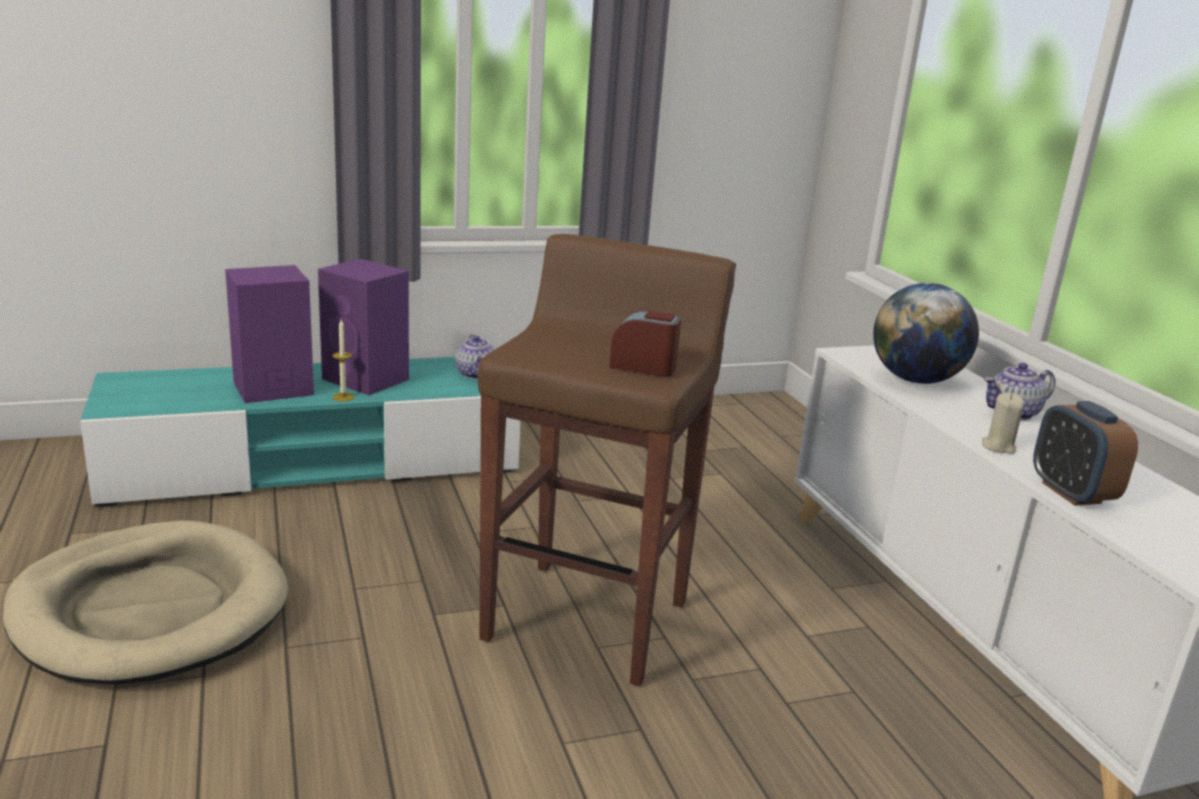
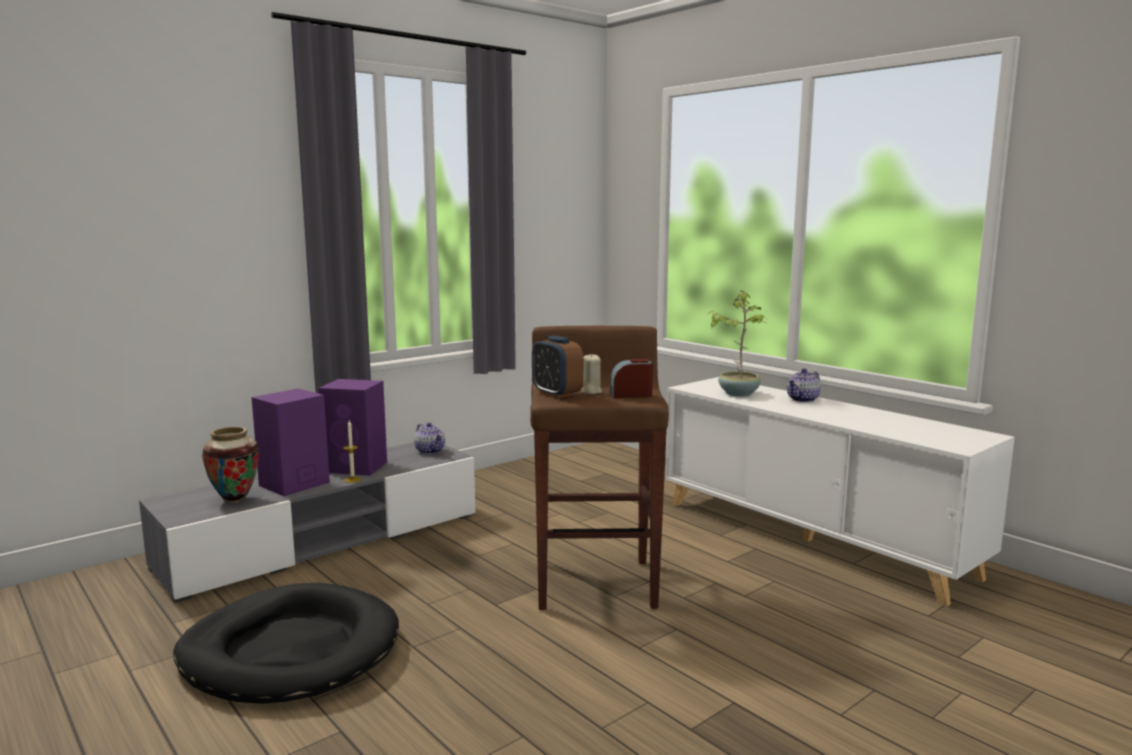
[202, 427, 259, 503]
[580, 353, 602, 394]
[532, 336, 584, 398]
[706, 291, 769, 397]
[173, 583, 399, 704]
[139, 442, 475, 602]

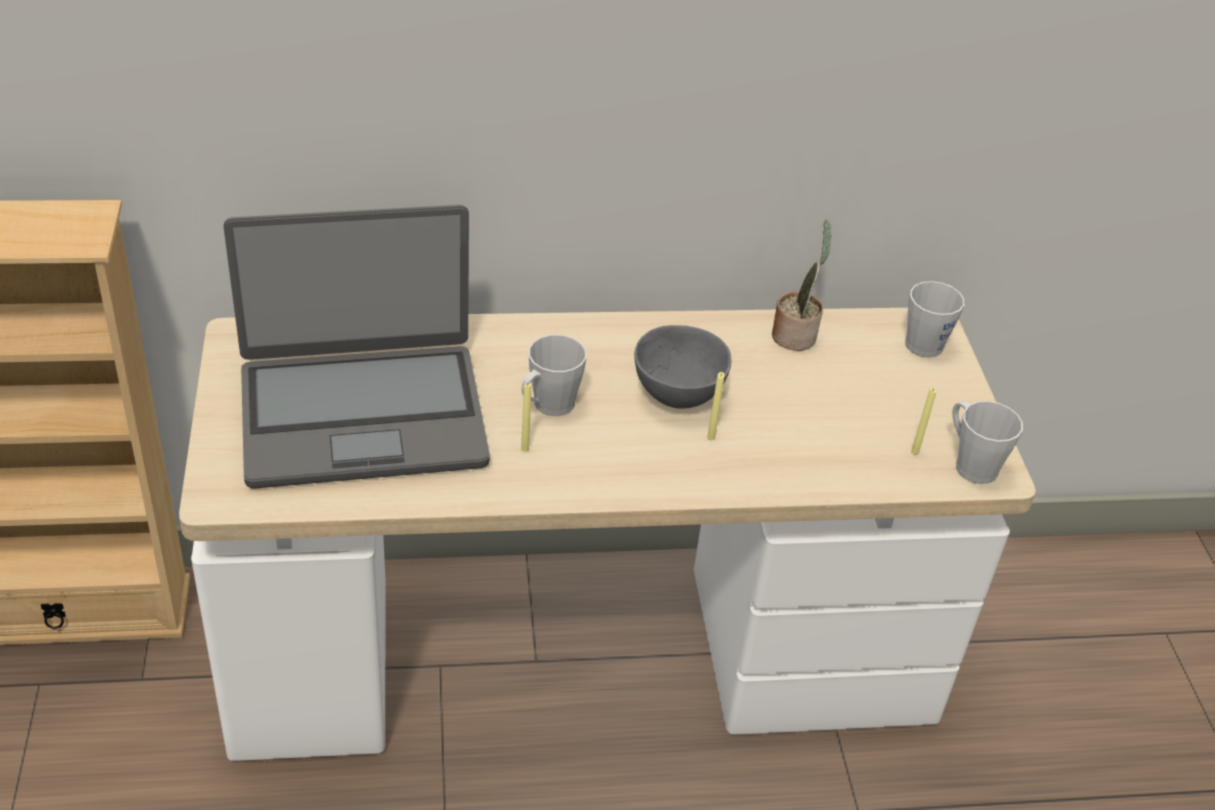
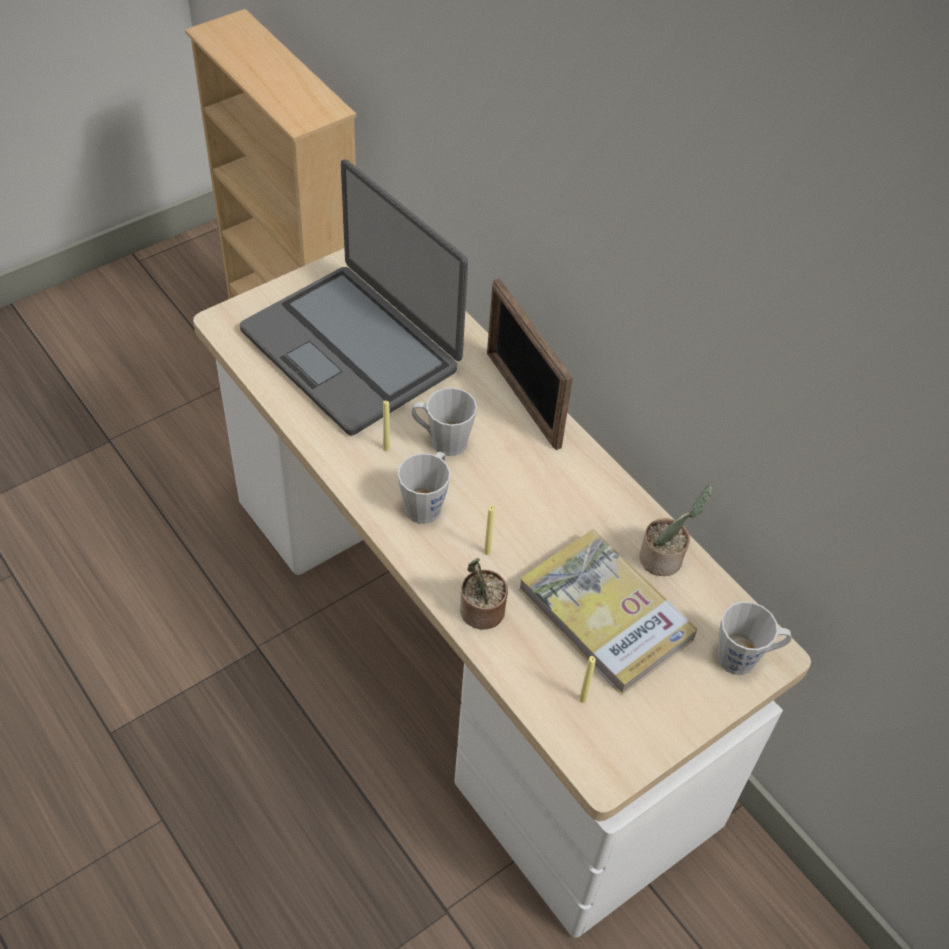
[634, 325, 732, 409] (first image)
[460, 558, 508, 629]
[487, 278, 573, 450]
[518, 529, 697, 696]
[398, 452, 450, 524]

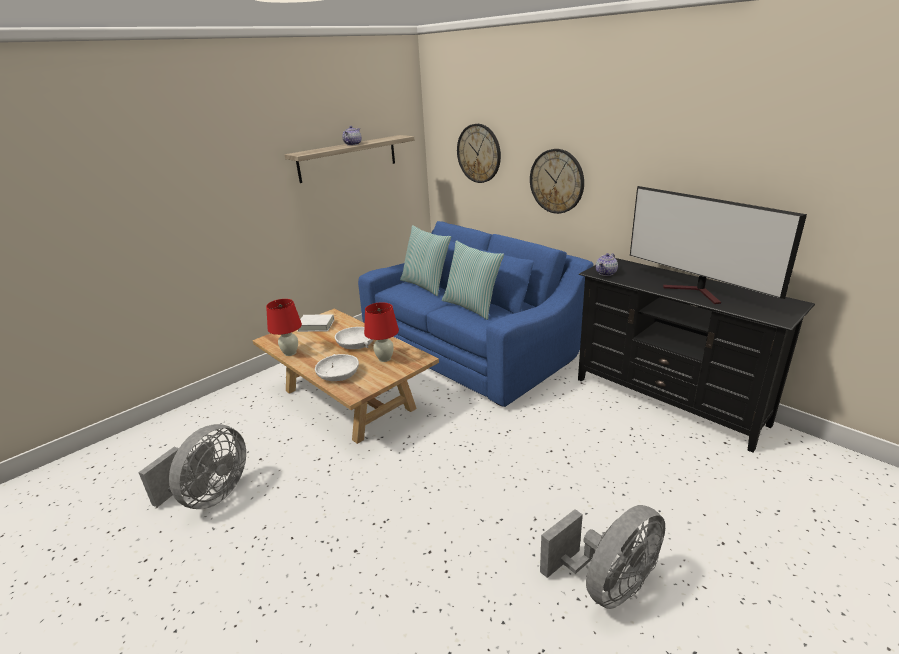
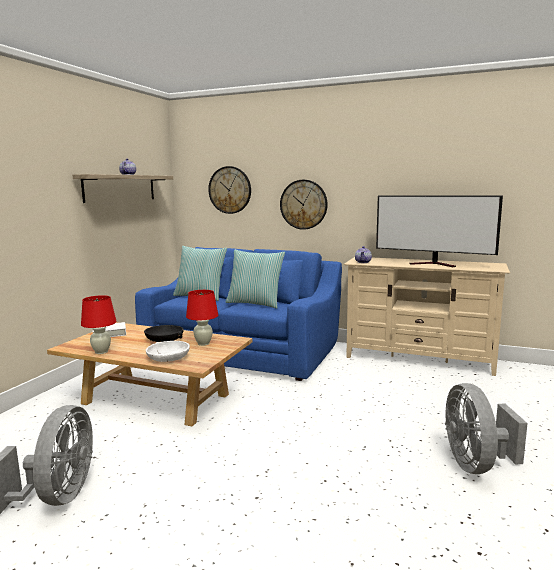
[144, 325, 184, 342]
[344, 257, 510, 376]
[445, 383, 528, 474]

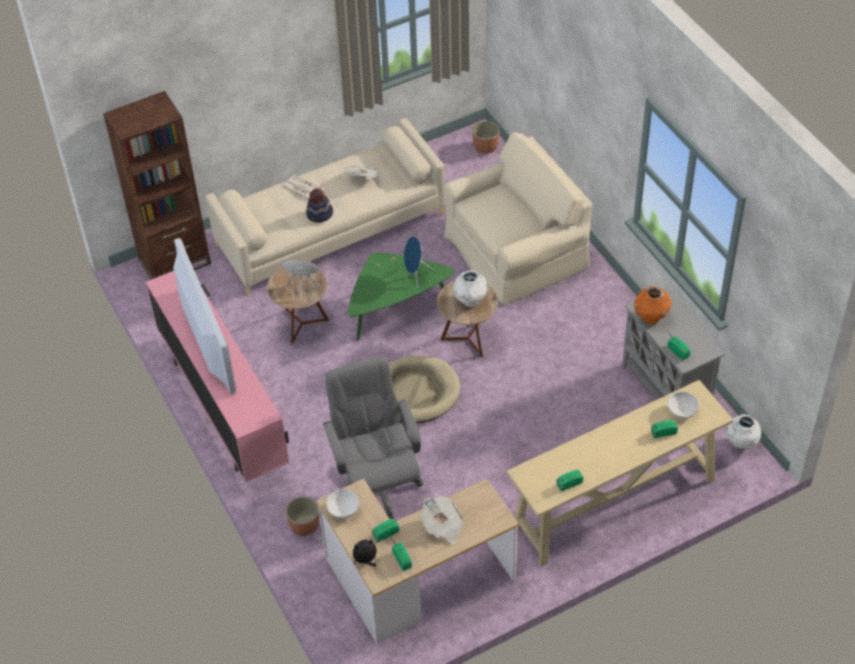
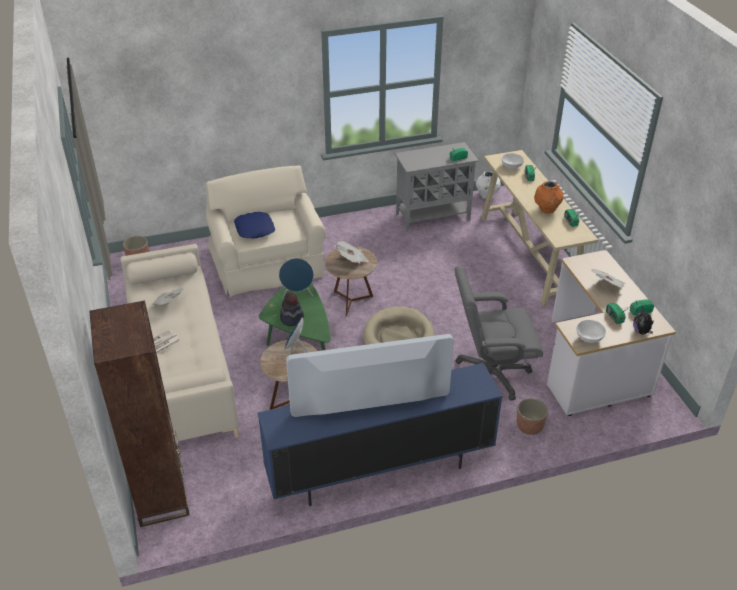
[234, 212, 275, 239]
[280, 292, 304, 326]
[534, 181, 564, 213]
[334, 241, 369, 263]
[258, 363, 503, 506]

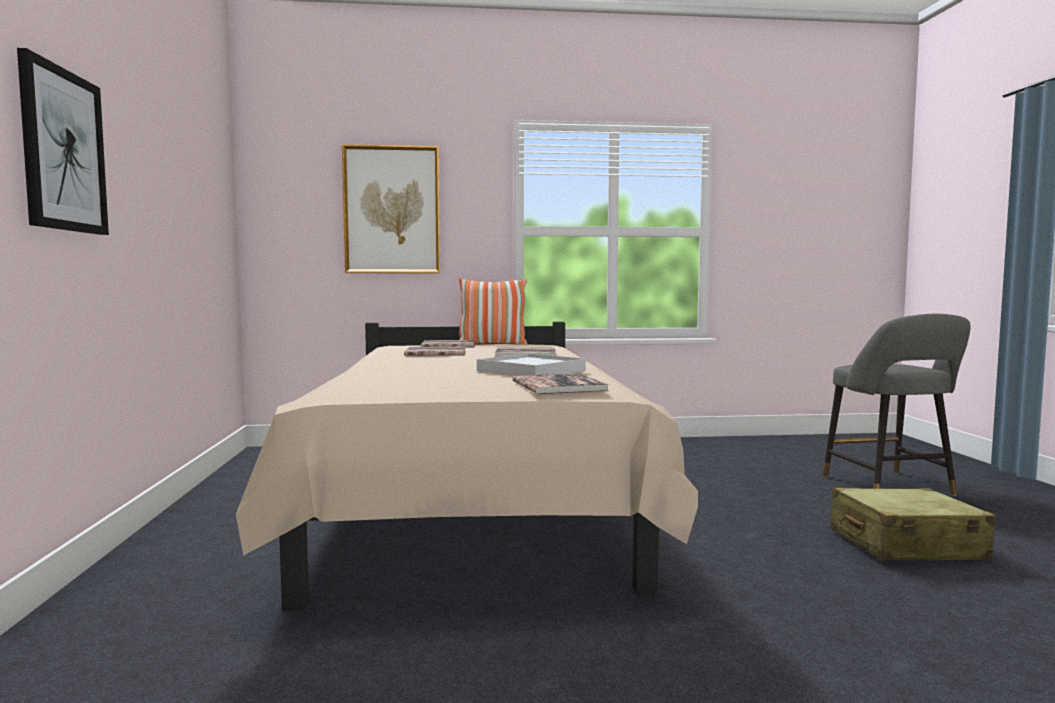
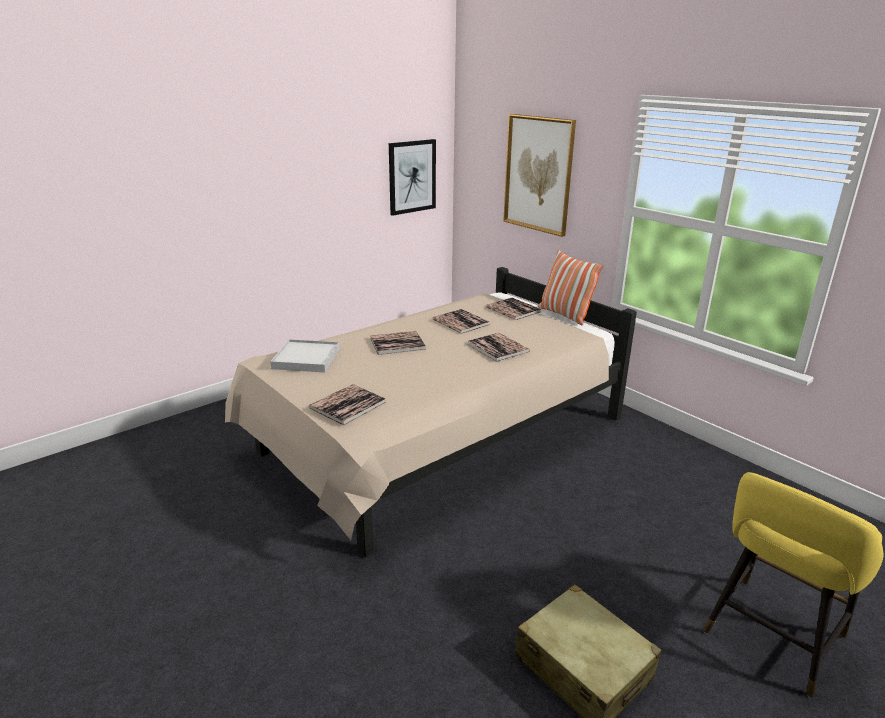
[370, 331, 426, 355]
[389, 139, 436, 216]
[270, 339, 340, 372]
[703, 472, 884, 697]

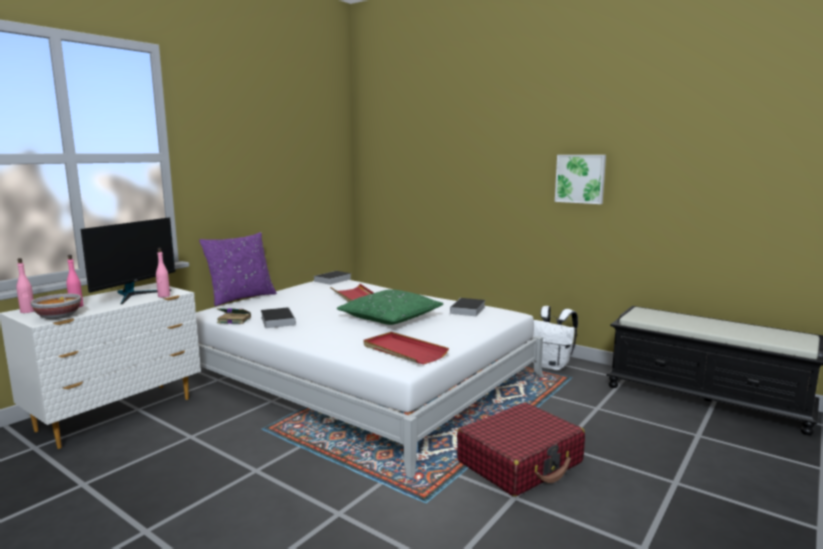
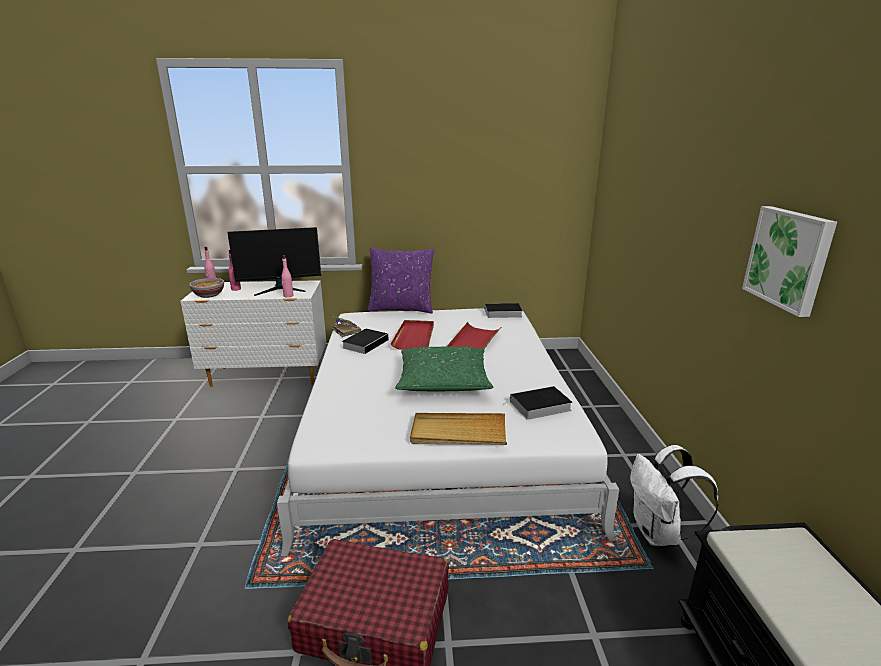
[410, 413, 507, 445]
[390, 320, 434, 350]

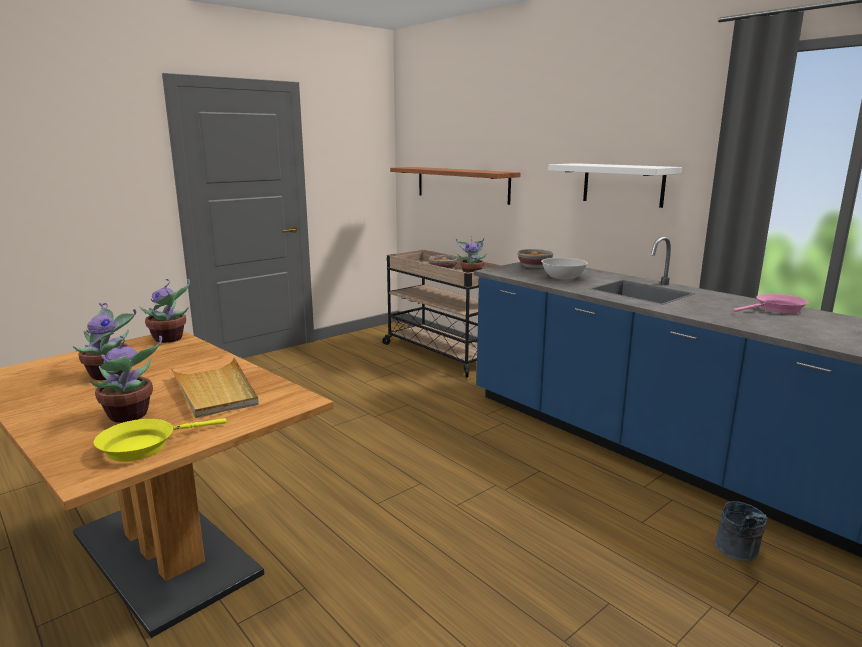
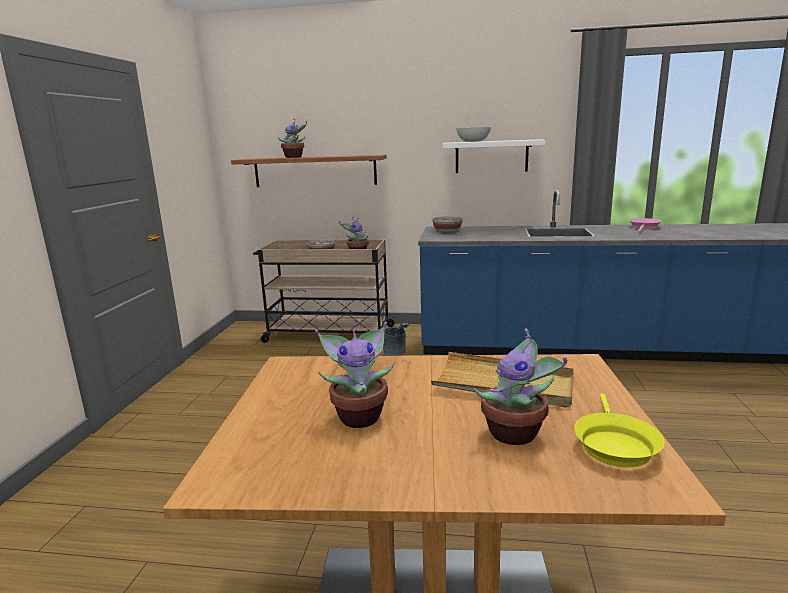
[278, 121, 307, 158]
[456, 127, 491, 142]
[383, 323, 409, 356]

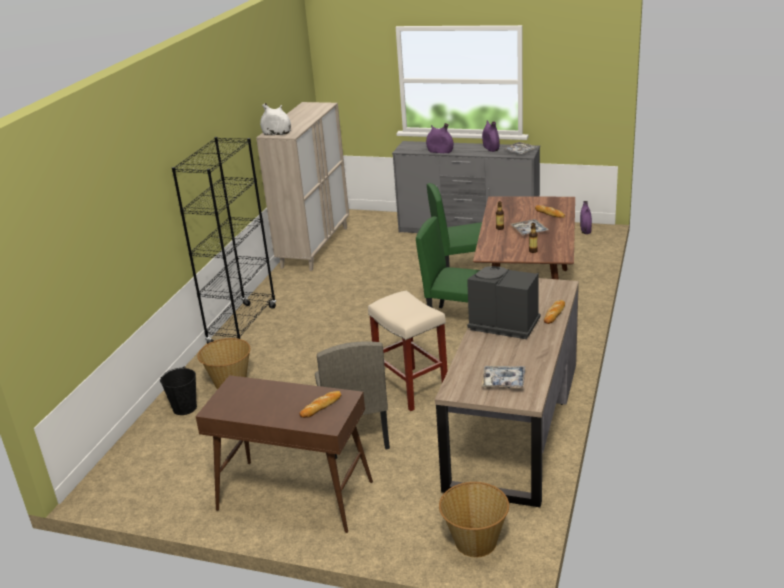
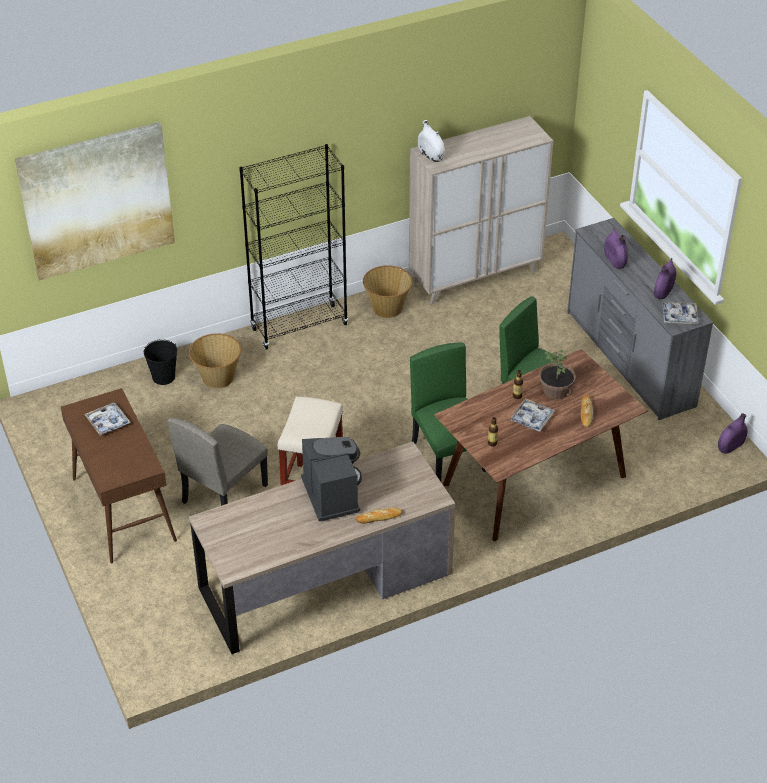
[299, 391, 341, 418] (first image)
[15, 122, 175, 280]
[539, 350, 576, 399]
[363, 265, 413, 318]
[84, 403, 131, 436]

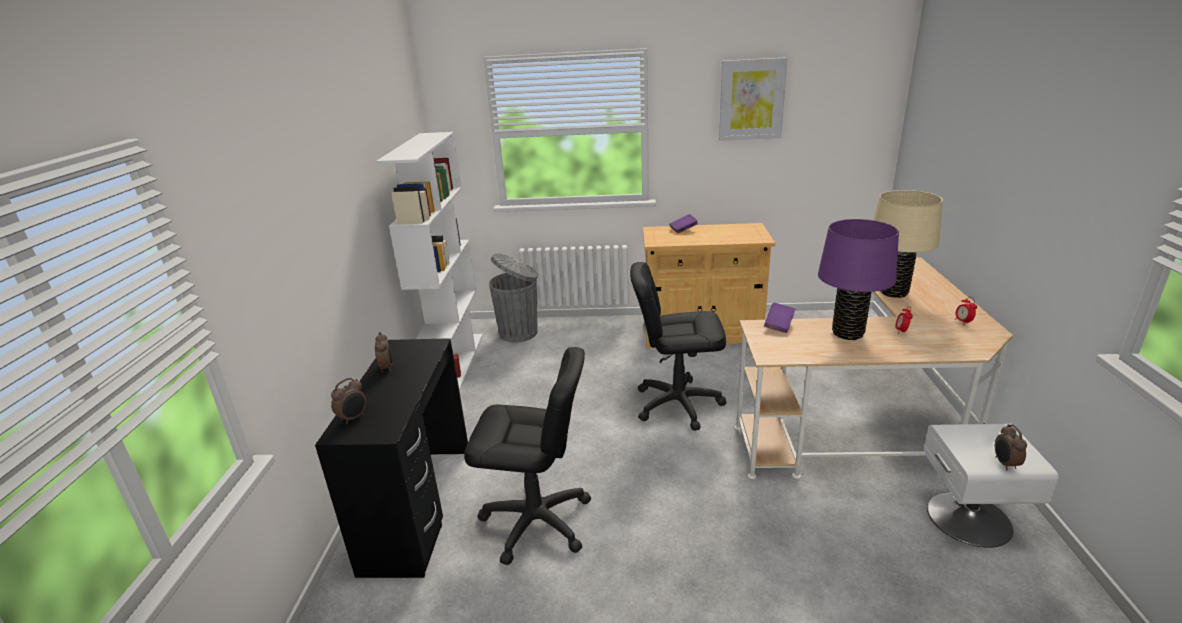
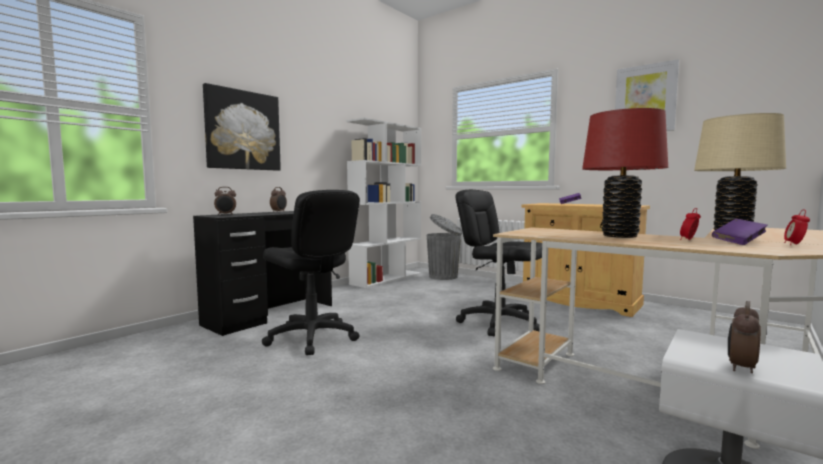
[203, 83, 281, 171]
[712, 219, 767, 245]
[582, 108, 668, 238]

